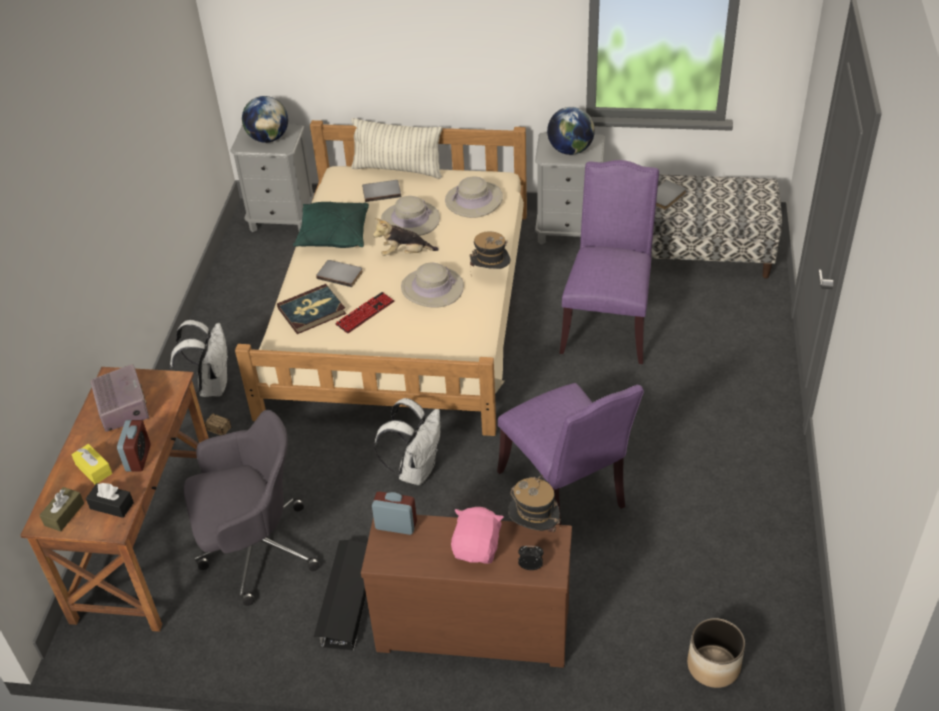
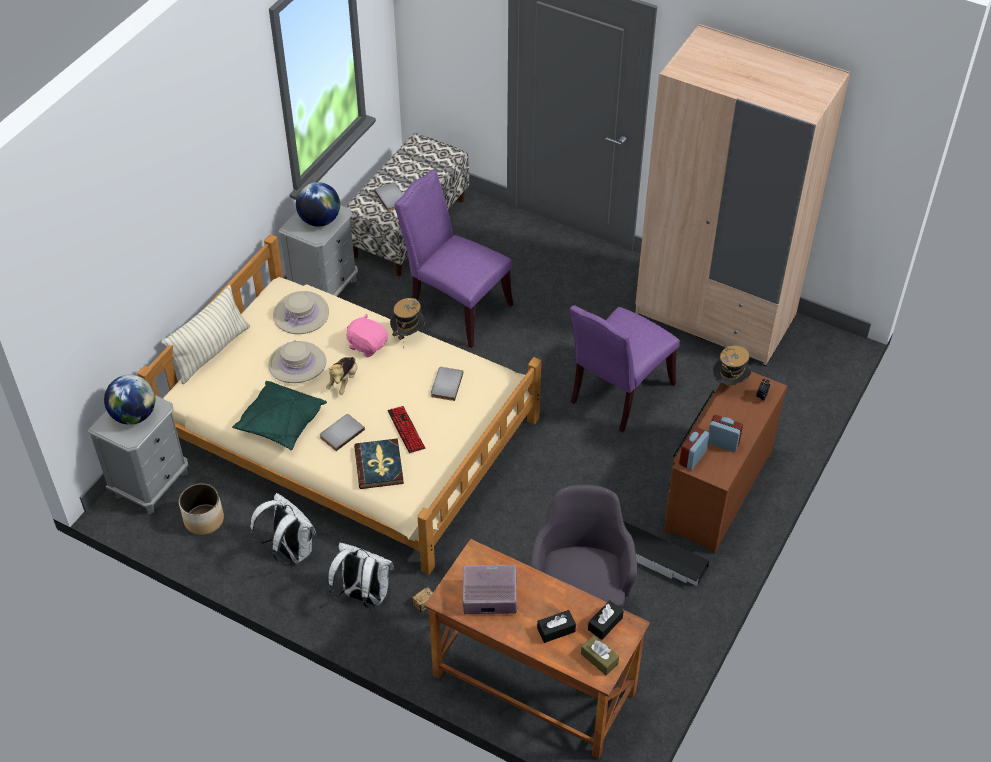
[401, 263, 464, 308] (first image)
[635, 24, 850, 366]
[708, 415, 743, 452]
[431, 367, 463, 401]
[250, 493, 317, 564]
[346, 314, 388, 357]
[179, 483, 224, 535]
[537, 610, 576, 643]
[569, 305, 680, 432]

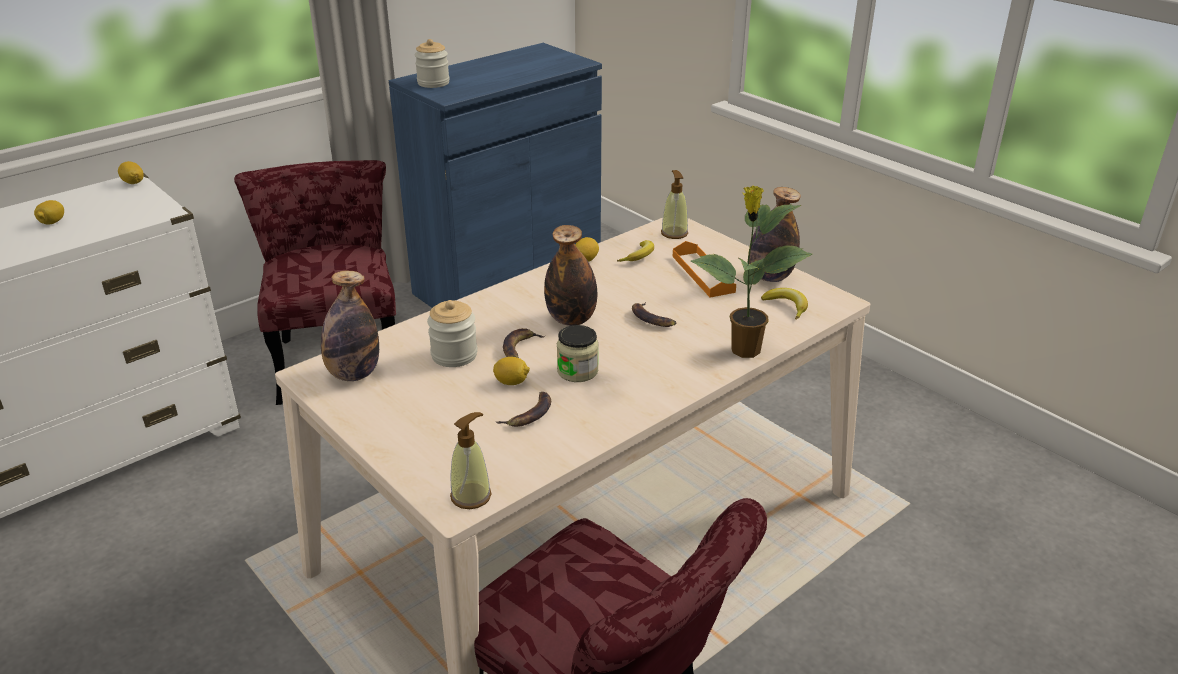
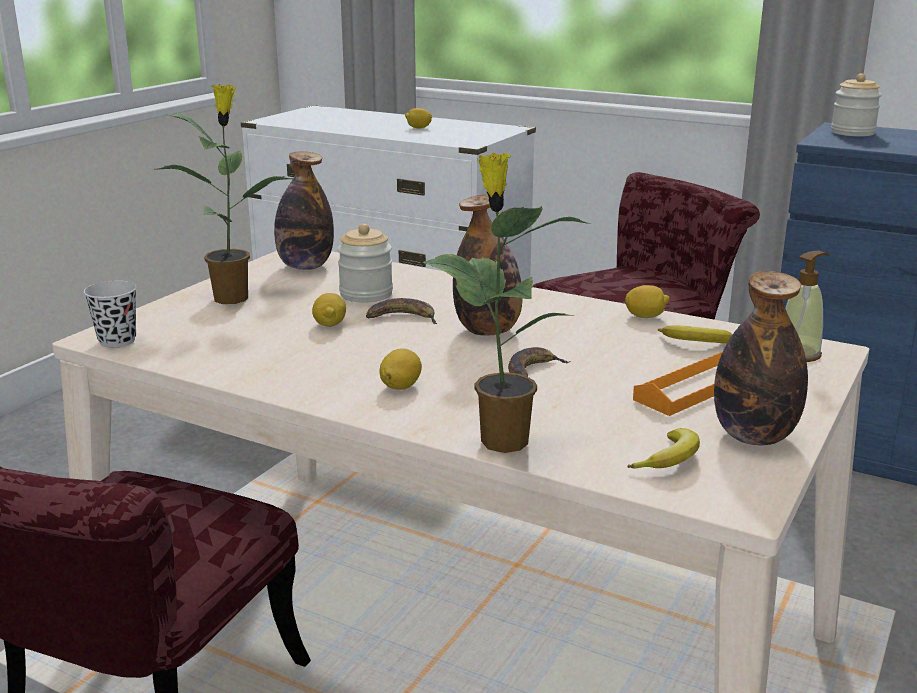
[496, 392, 551, 427] (first image)
[557, 325, 599, 382] (first image)
[155, 84, 296, 304]
[380, 348, 422, 390]
[84, 281, 137, 348]

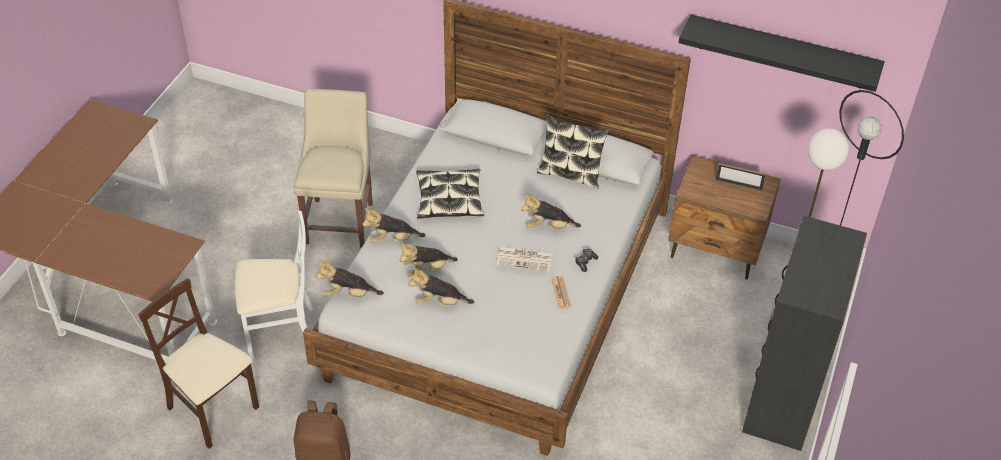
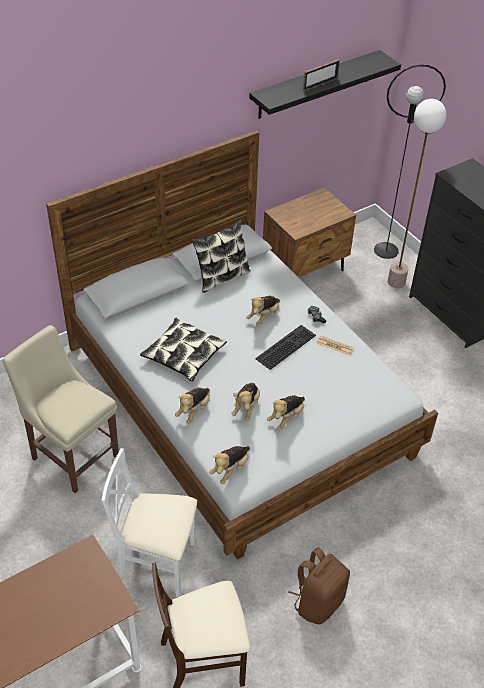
[303, 59, 340, 91]
[255, 325, 316, 370]
[102, 448, 197, 598]

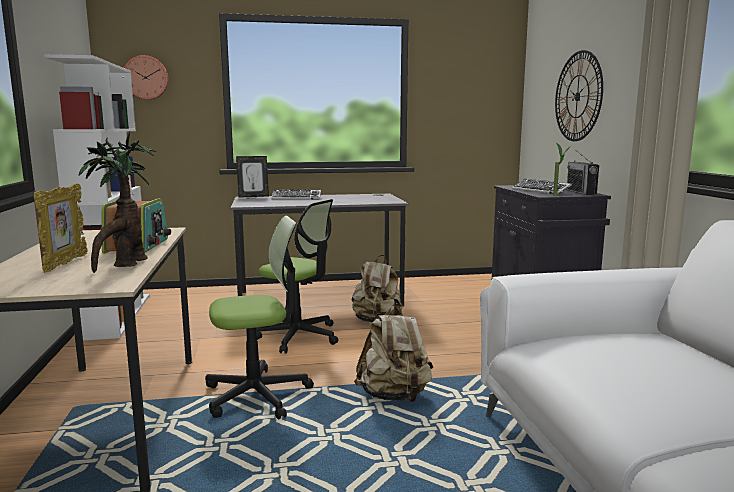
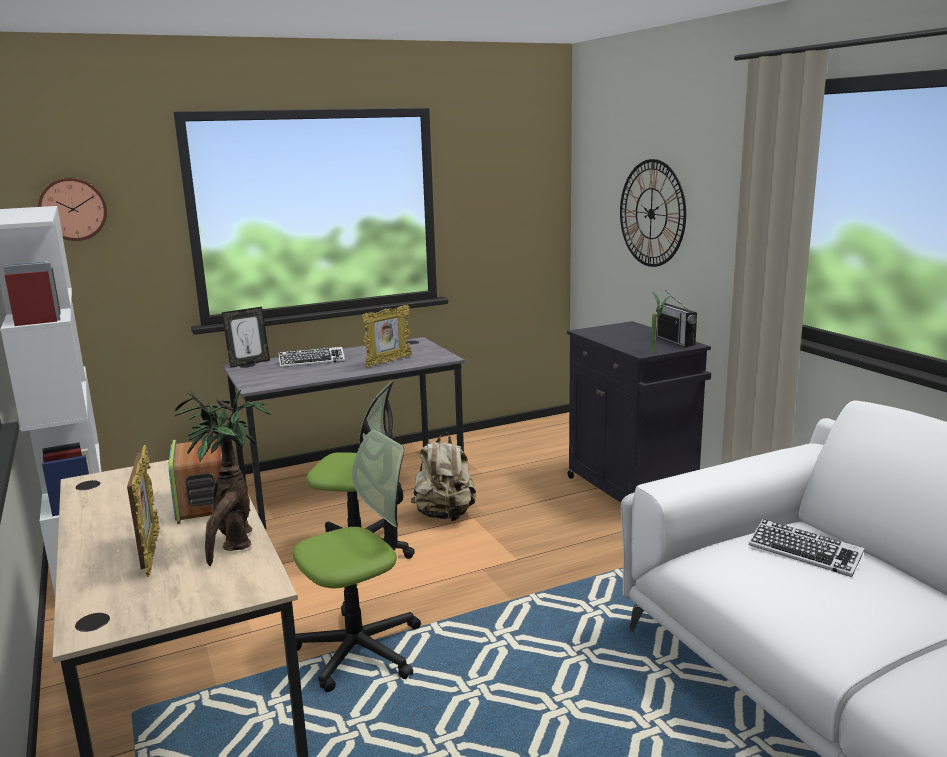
[354, 303, 433, 403] (first image)
[362, 305, 412, 367]
[749, 519, 865, 577]

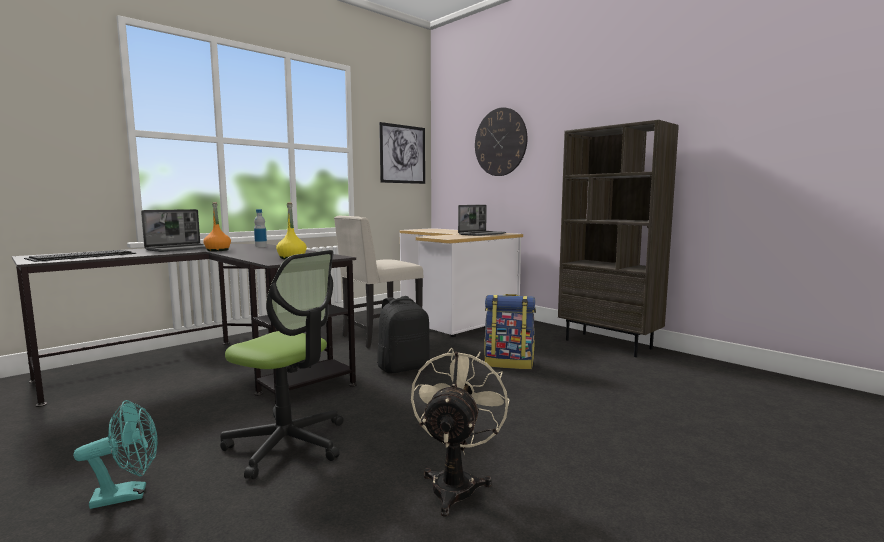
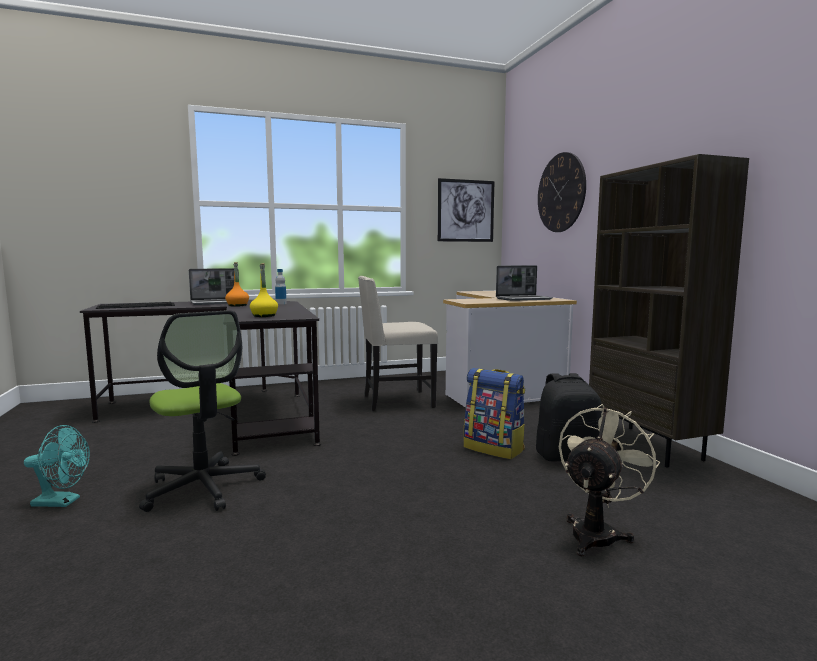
[536, 373, 602, 461]
[559, 404, 660, 556]

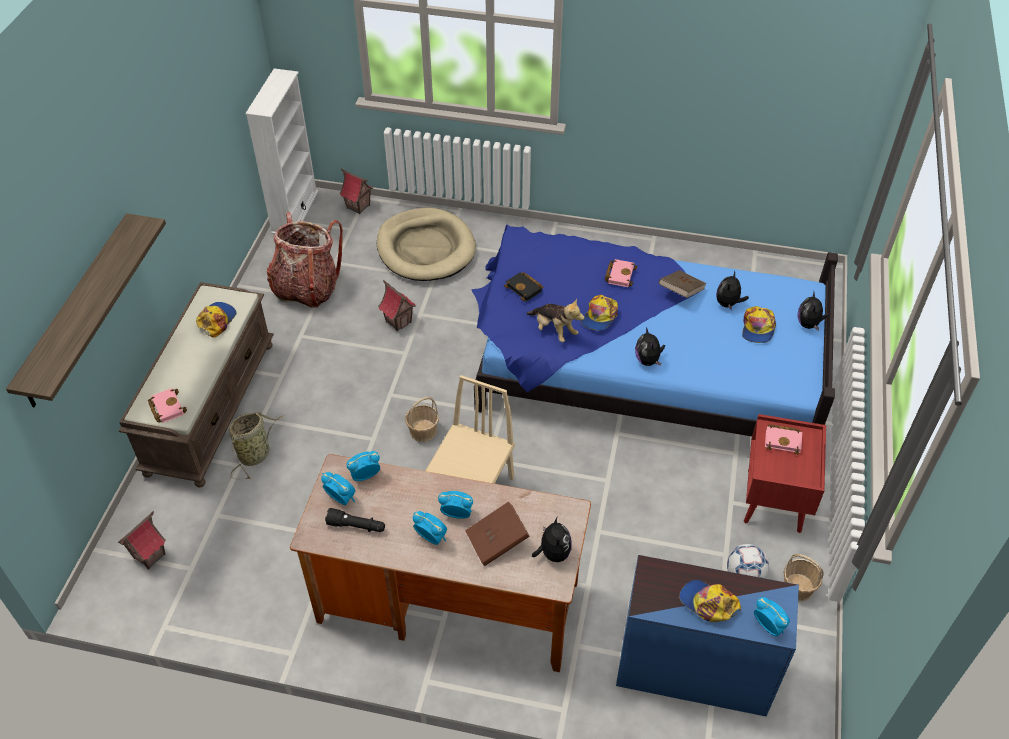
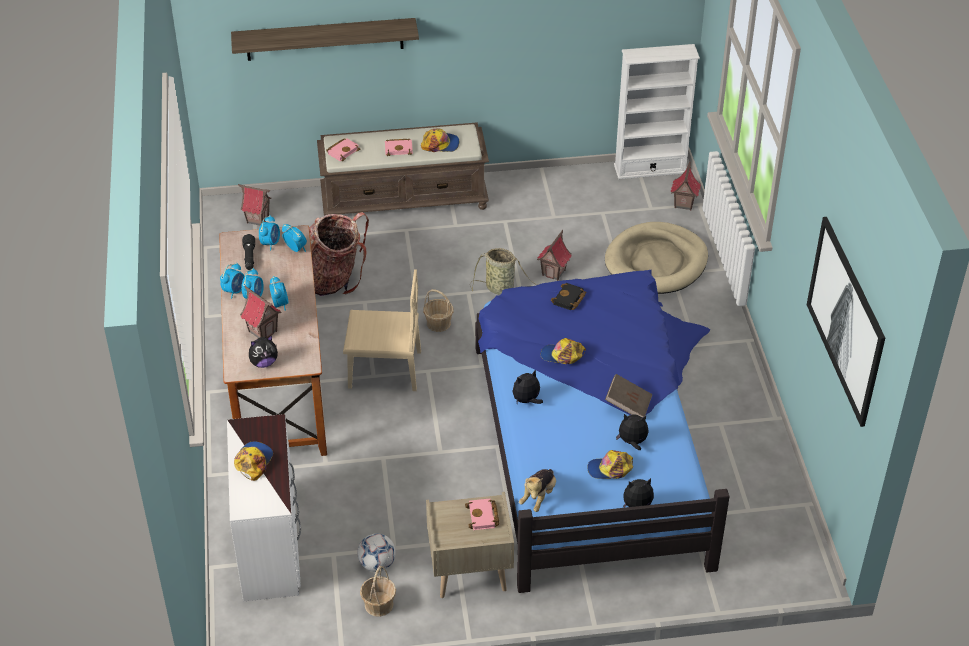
[807, 217, 885, 427]
[470, 248, 538, 294]
[309, 212, 369, 296]
[519, 469, 556, 512]
[385, 139, 413, 156]
[220, 263, 245, 299]
[240, 286, 281, 338]
[227, 414, 301, 601]
[426, 492, 514, 598]

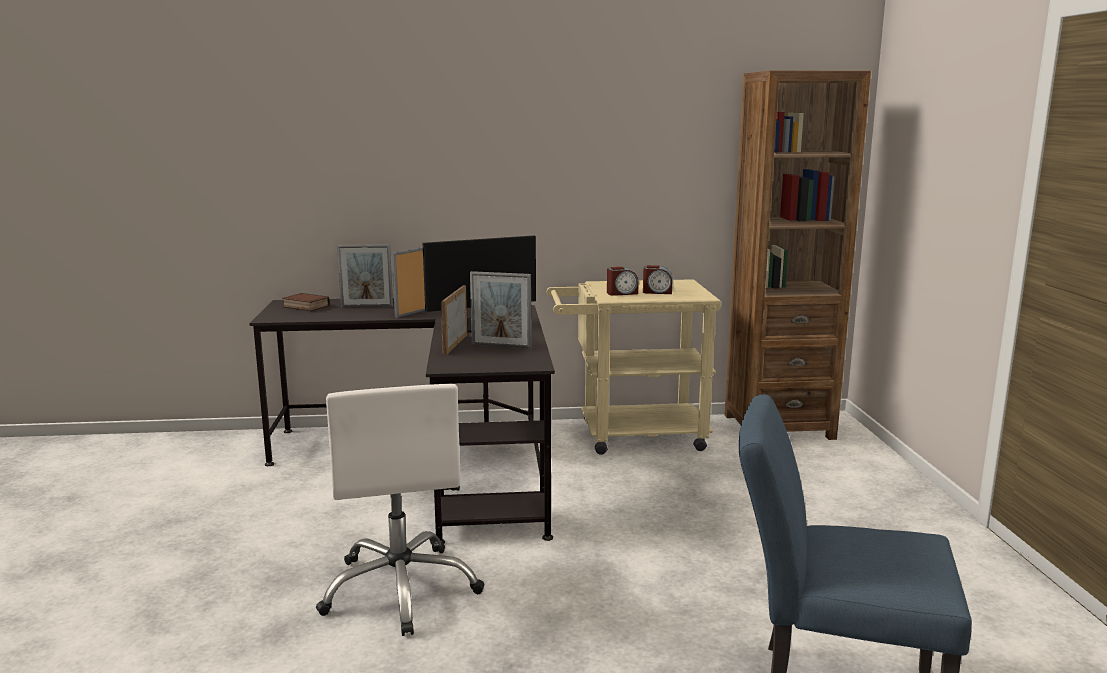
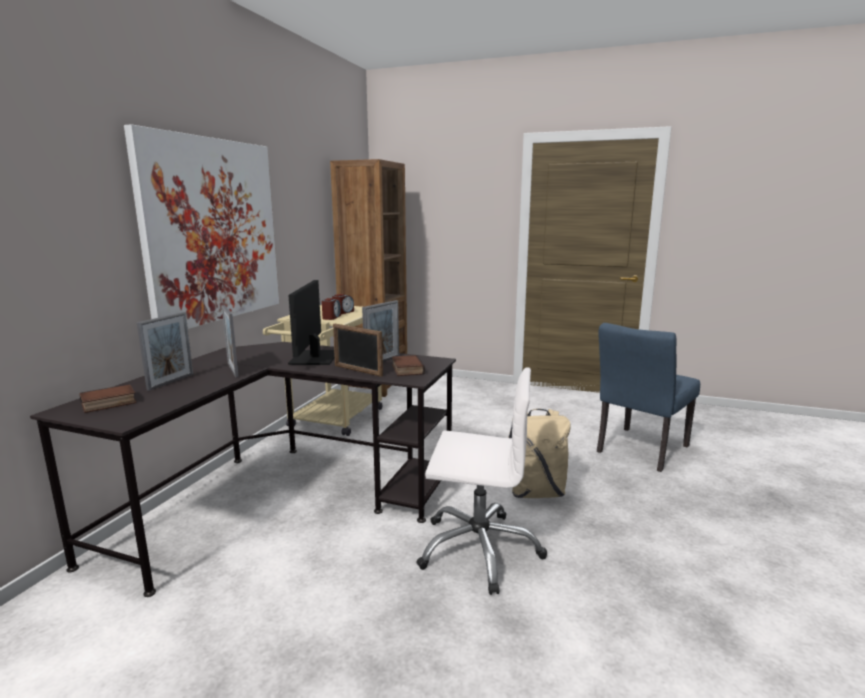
[124, 124, 279, 329]
[392, 355, 425, 376]
[508, 409, 571, 498]

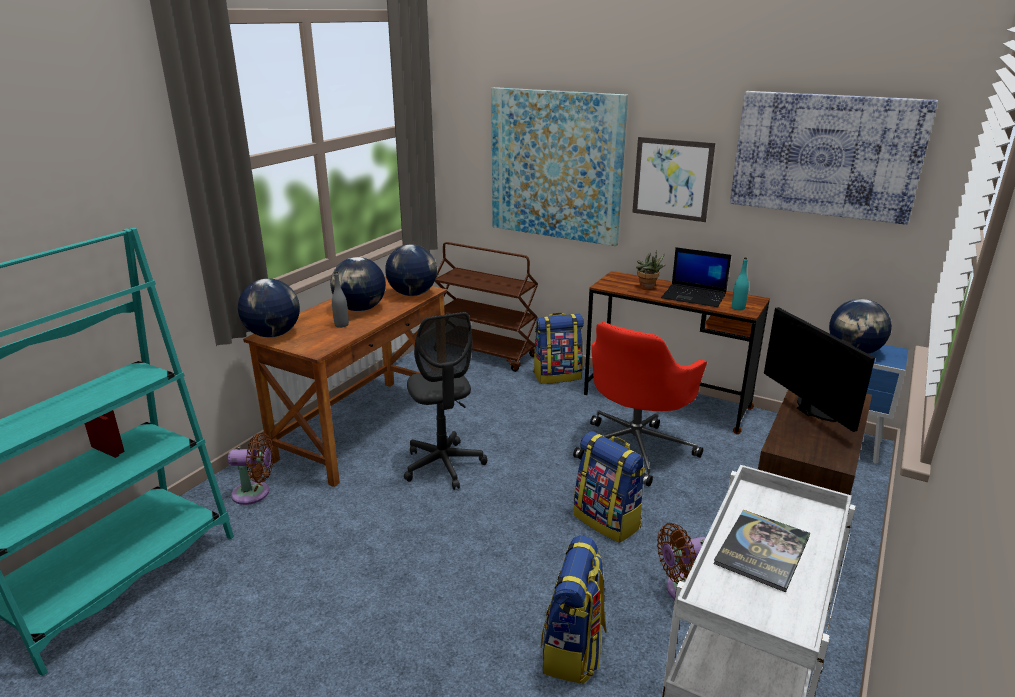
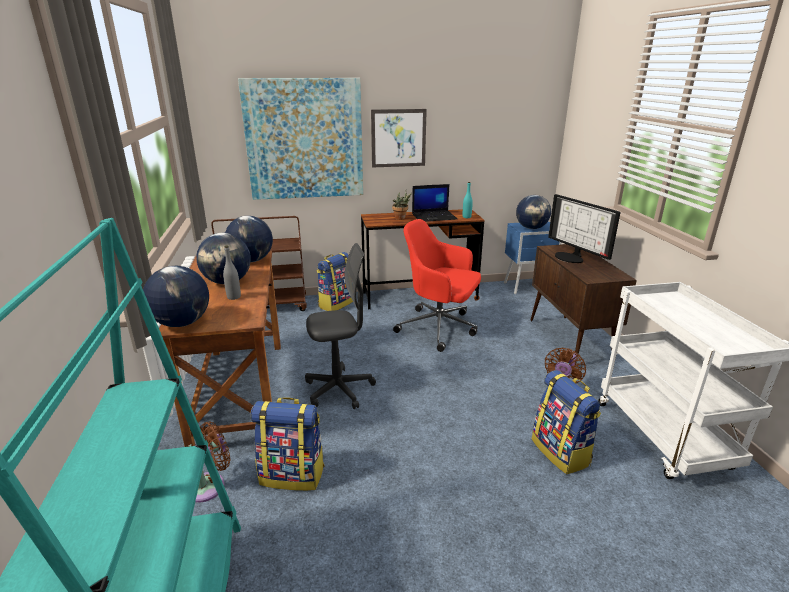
[713, 510, 810, 592] (first image)
[730, 91, 938, 225] (first image)
[251, 397, 325, 491]
[305, 243, 376, 409]
[393, 219, 481, 352]
[548, 194, 621, 263]

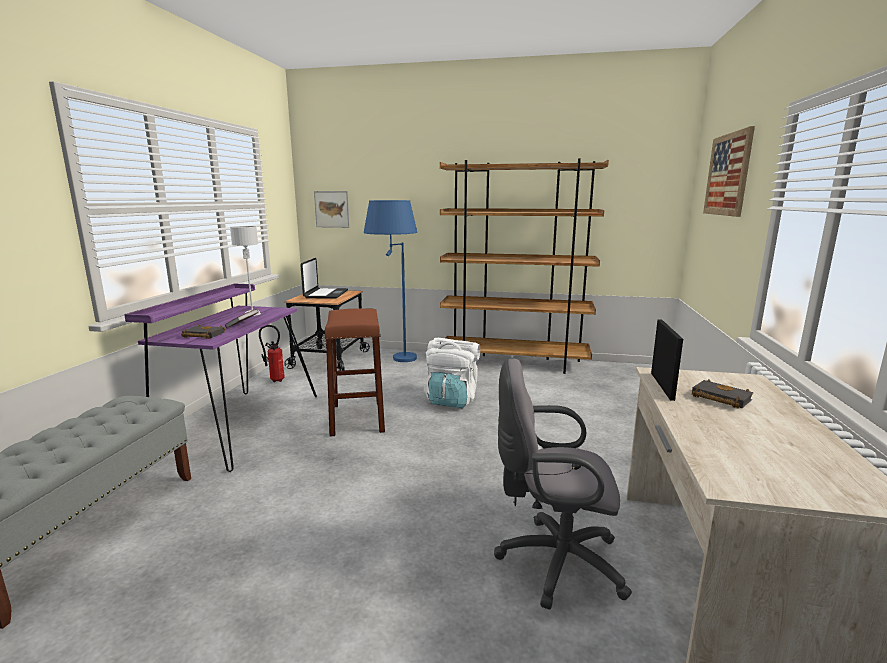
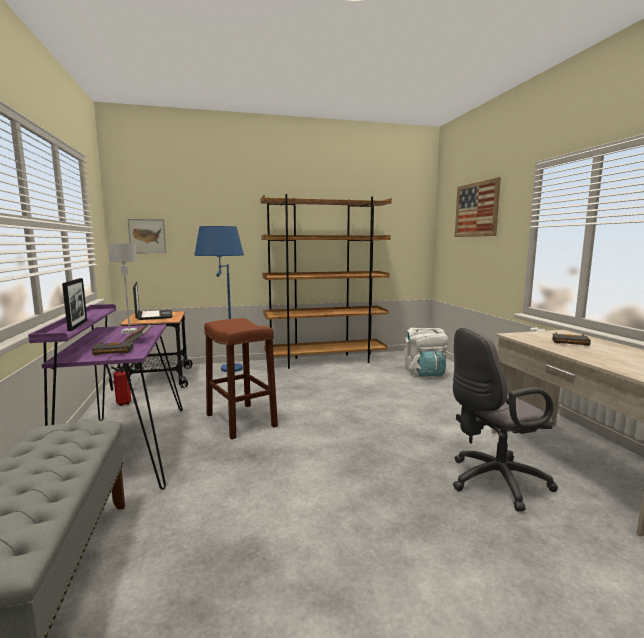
[405, 328, 448, 377]
[62, 278, 87, 331]

